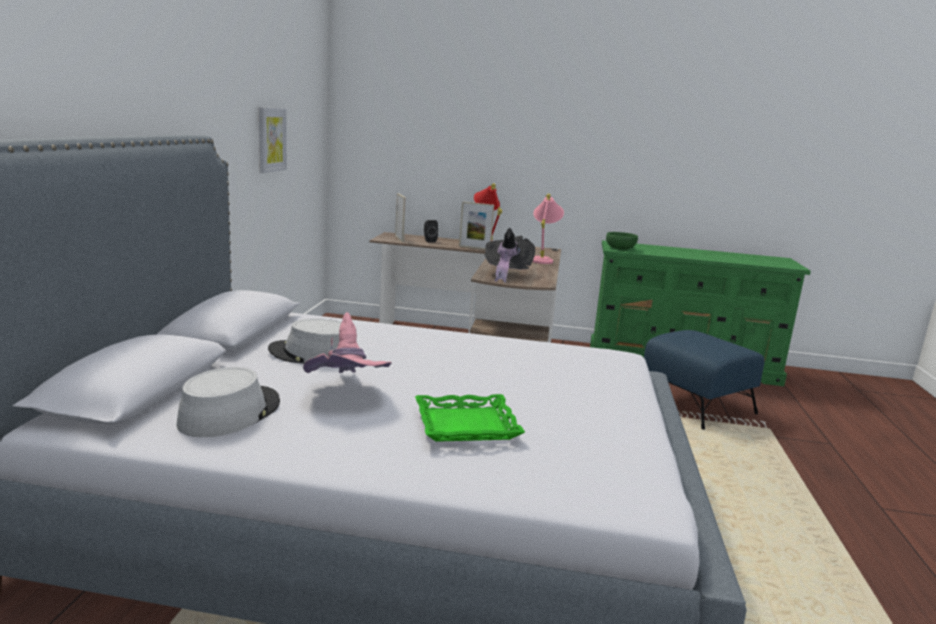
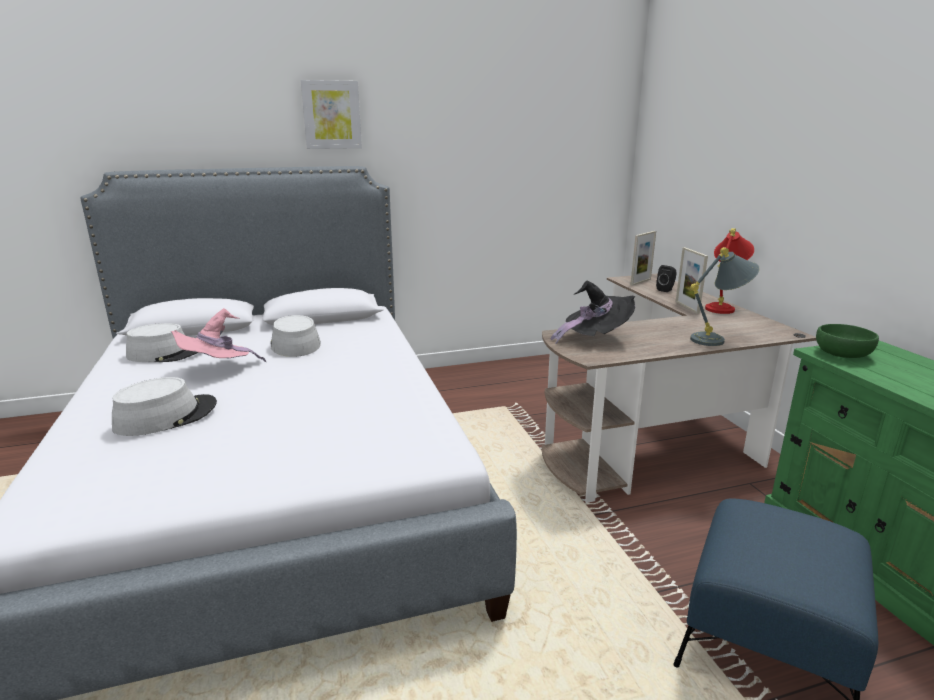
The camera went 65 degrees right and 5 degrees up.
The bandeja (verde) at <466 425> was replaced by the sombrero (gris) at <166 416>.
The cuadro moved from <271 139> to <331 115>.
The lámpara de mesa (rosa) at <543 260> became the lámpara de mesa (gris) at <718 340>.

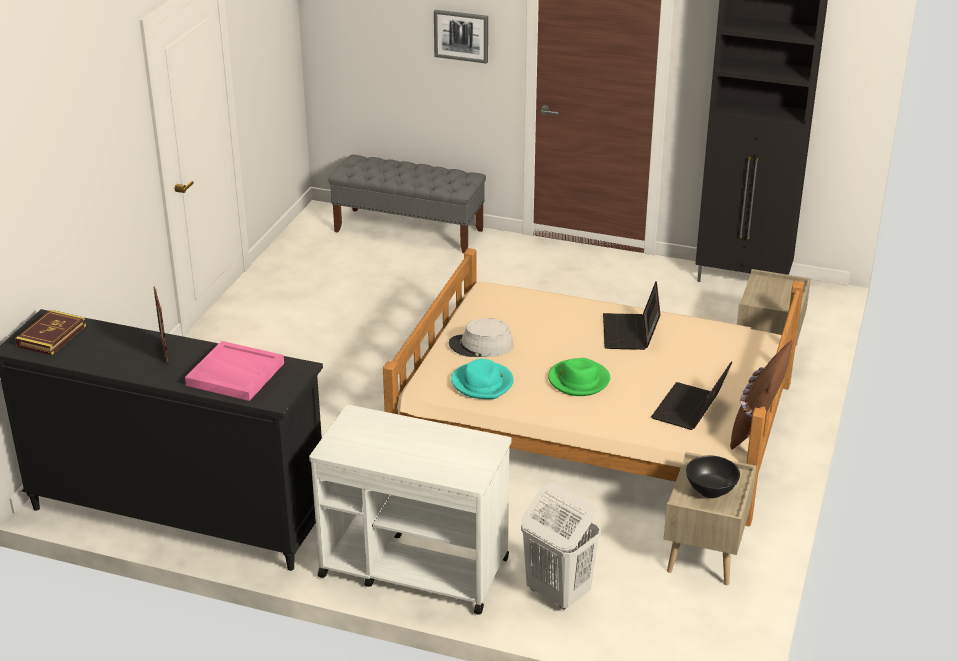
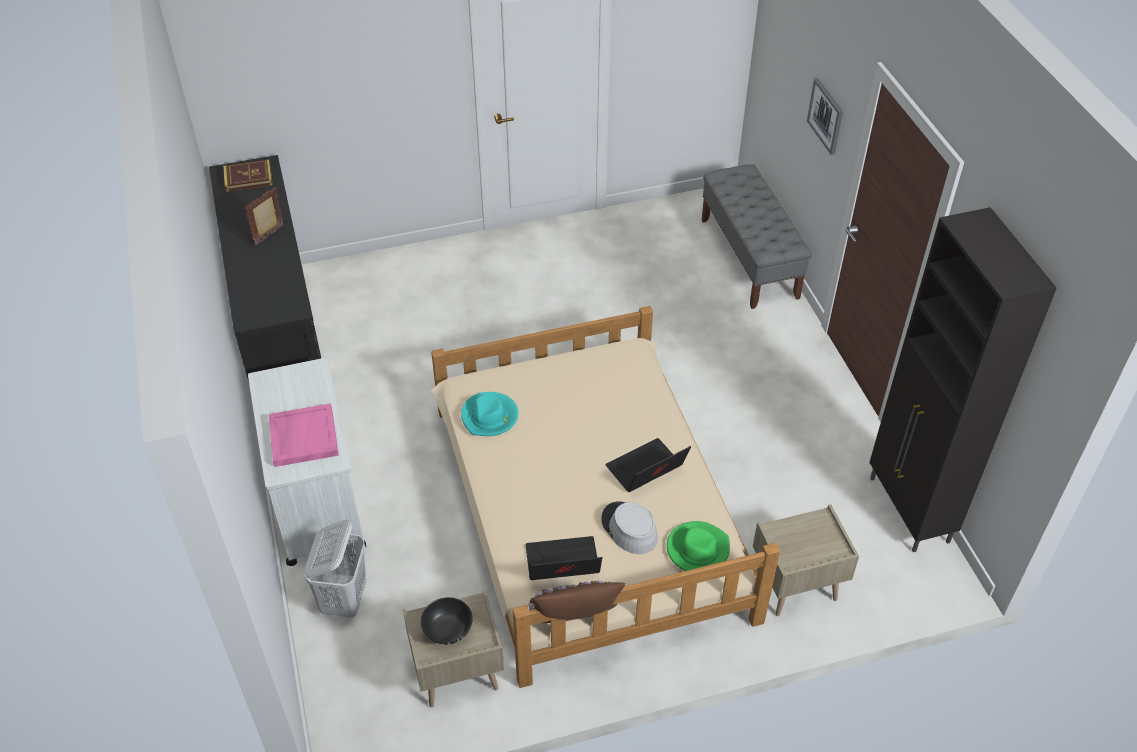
The camera went 55 degrees right and 15 degrees up.
The bandeja (rosa) moved from <234 374> to <303 437>.
The sombrero (gris) moved from <481 346> to <629 529>.
The sombrero (verde) moved from <578 380> to <697 549>.

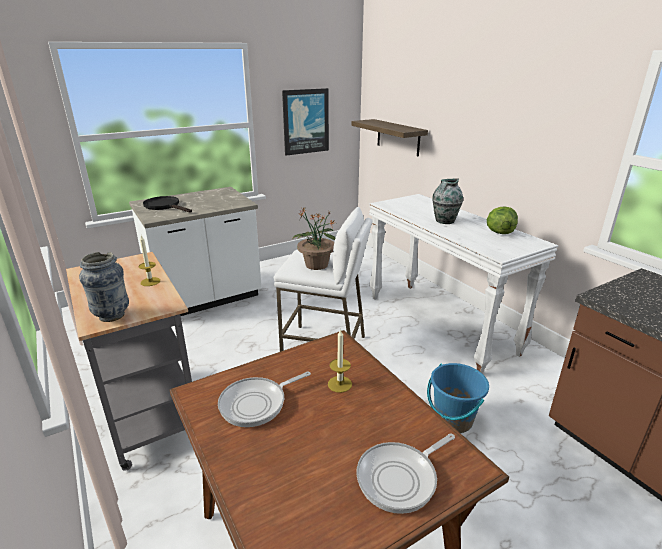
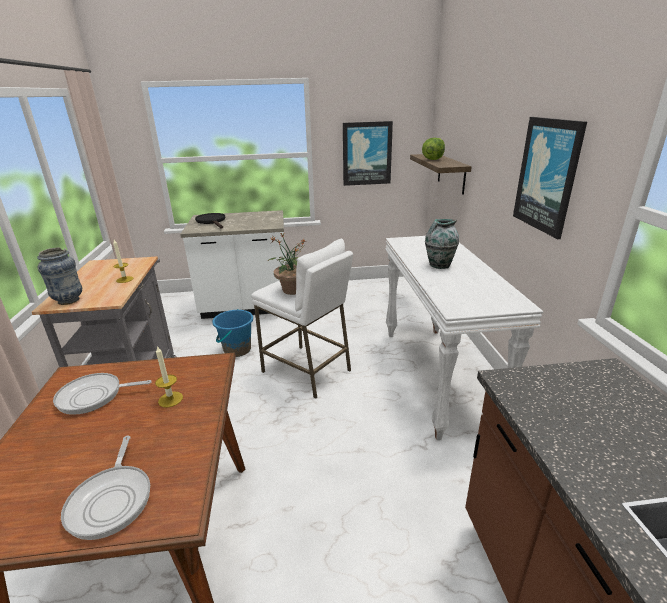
The camera went 25 degrees right and 0 degrees up.
The sartén at <400 478> turned 90 degrees counterclockwise.
The cubo (azul) moved from <453 420> to <237 350>.
The lechuga moved from <499 232> to <432 159>.
The cuadro at <547 175> appeared.

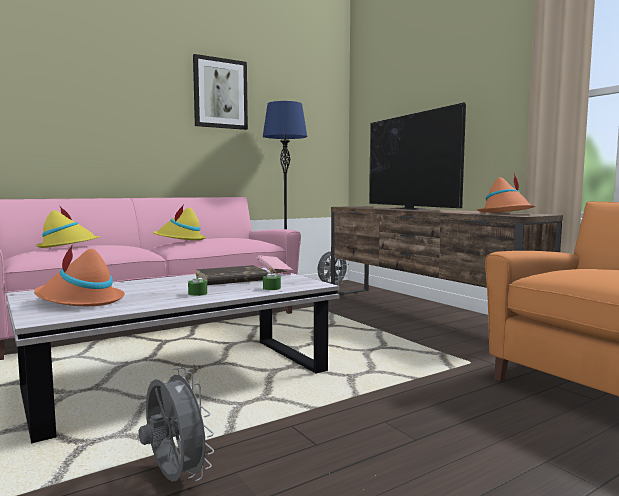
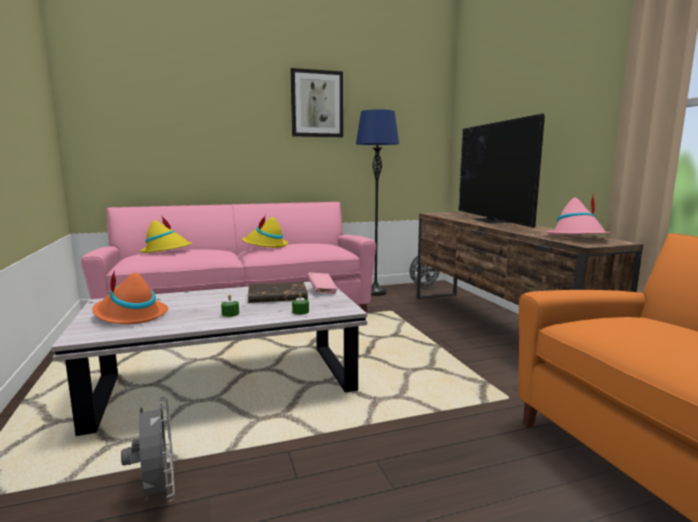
The camera went 15 degrees right and 5 degrees up.
The sombrero (naranja) at <505 213> became the sombrero (rosa) at <577 238>.

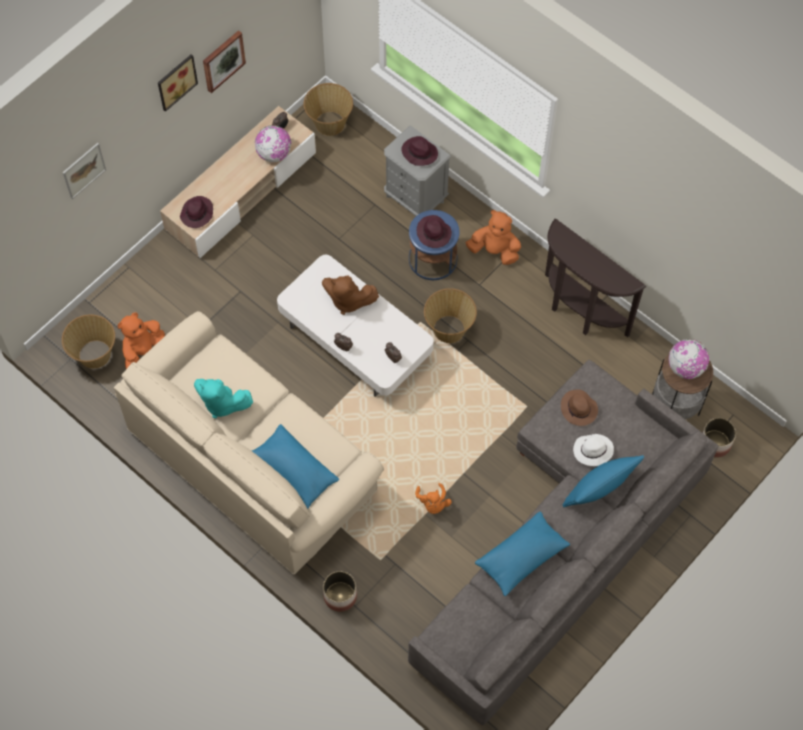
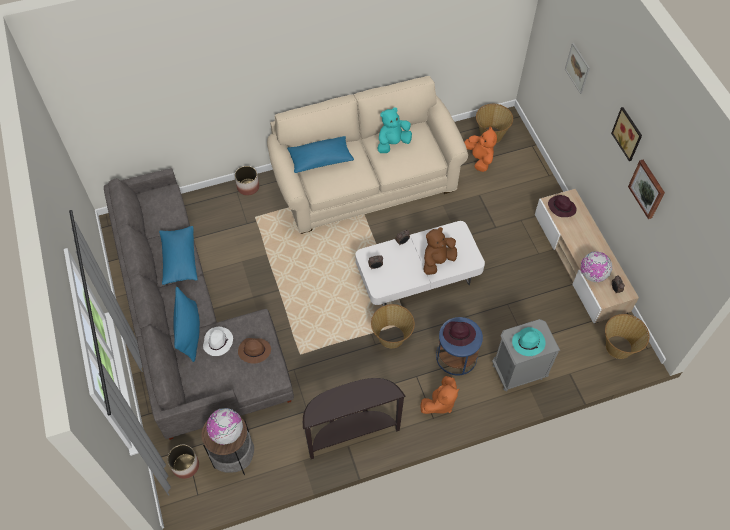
The camera went 120 degrees right and 5 degrees down.
The sombrero (morado) at <419 152> became the sombrero (turquesa) at <528 342>.
The peluche (naranja) at <433 503> disappeared.

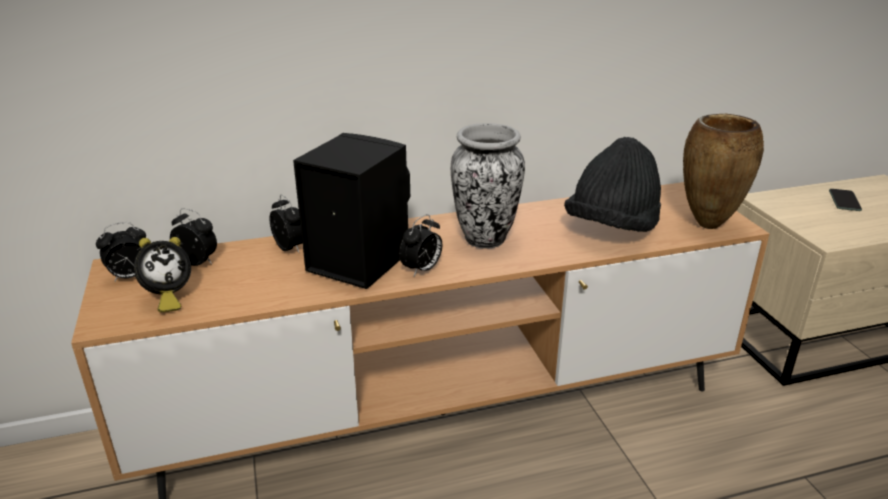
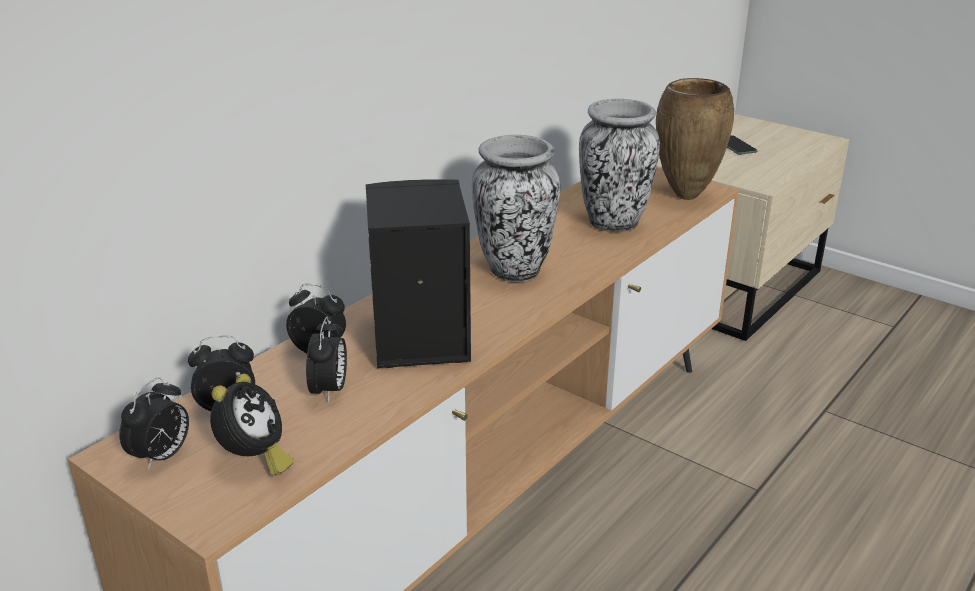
The camera went 35 degrees left and 0 degrees up.
The despertador moved from <422 270> to <329 391>.
The sombrero (negro) at <612 228> was replaced by the florero at <613 223>.

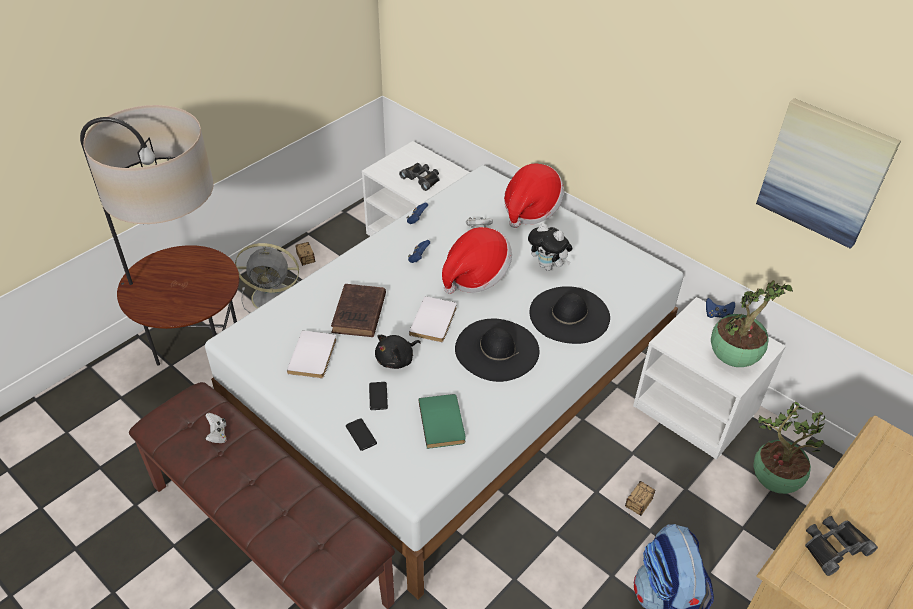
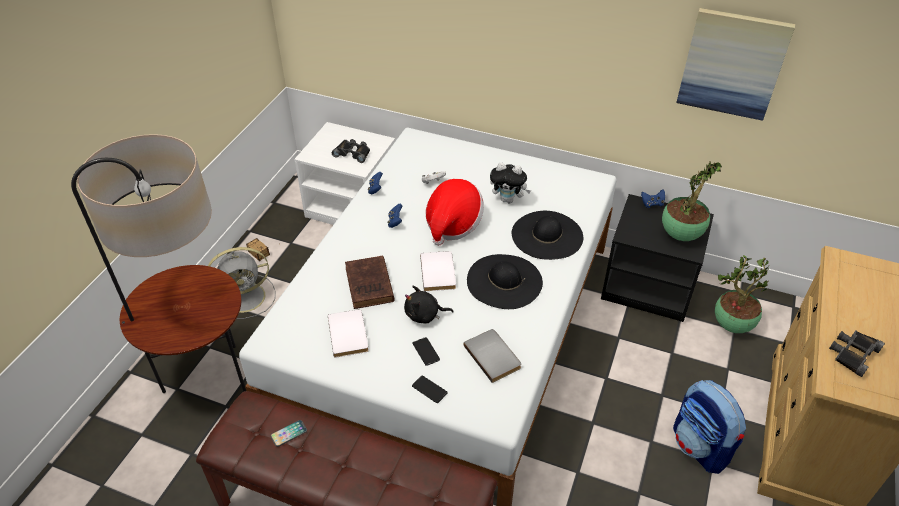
The camera went 20 degrees left and 0 degrees up.
The mando de consola (blanco) at <217 434> was replaced by the móvil at <289 433>.
The peluche (negro) at <397 359> turned 60 degrees clockwise.
The libro (verde) at <443 422> became the libro (gris) at <494 356>.
The mesita de noche (blanco) at <697 408> became the mesita de noche (negro) at <649 286>.
The sombrero at <530 210> disappeared.
The caja de almacenaje at <630 514> disappeared.

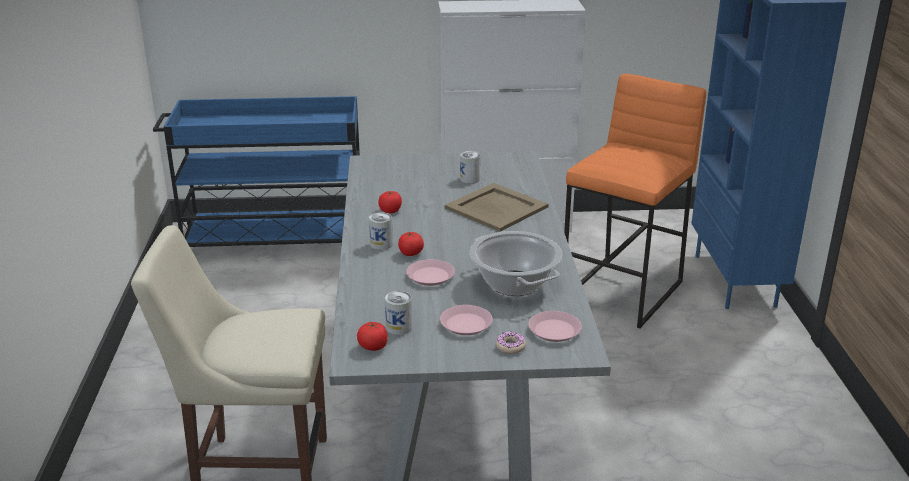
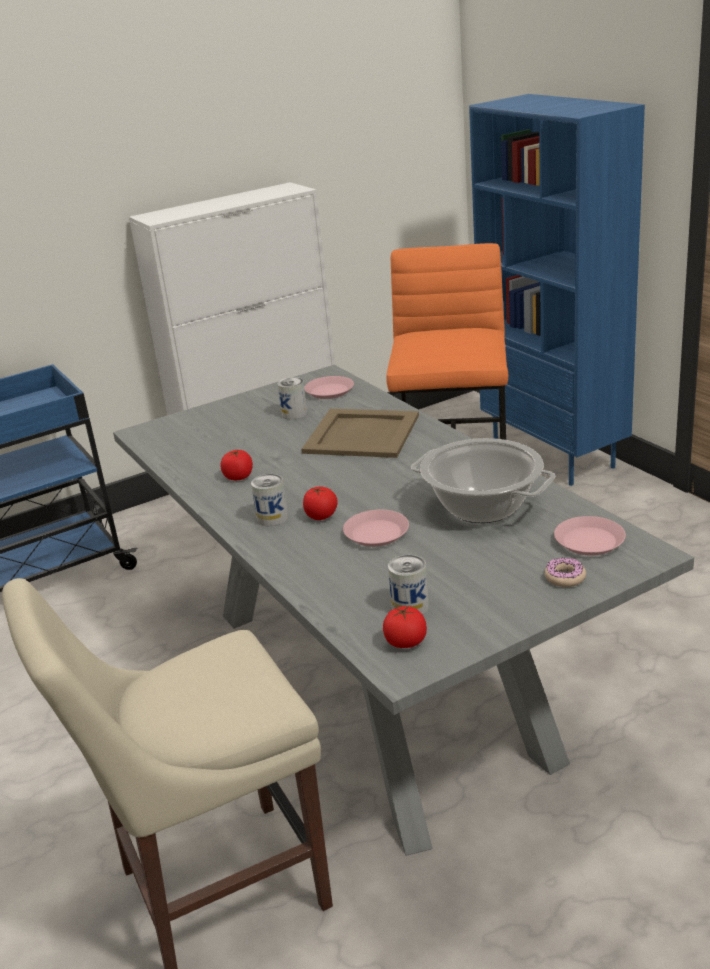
The camera went 25 degrees left and 0 degrees up.
The plato (rosa) moved from <466 324> to <329 391>.

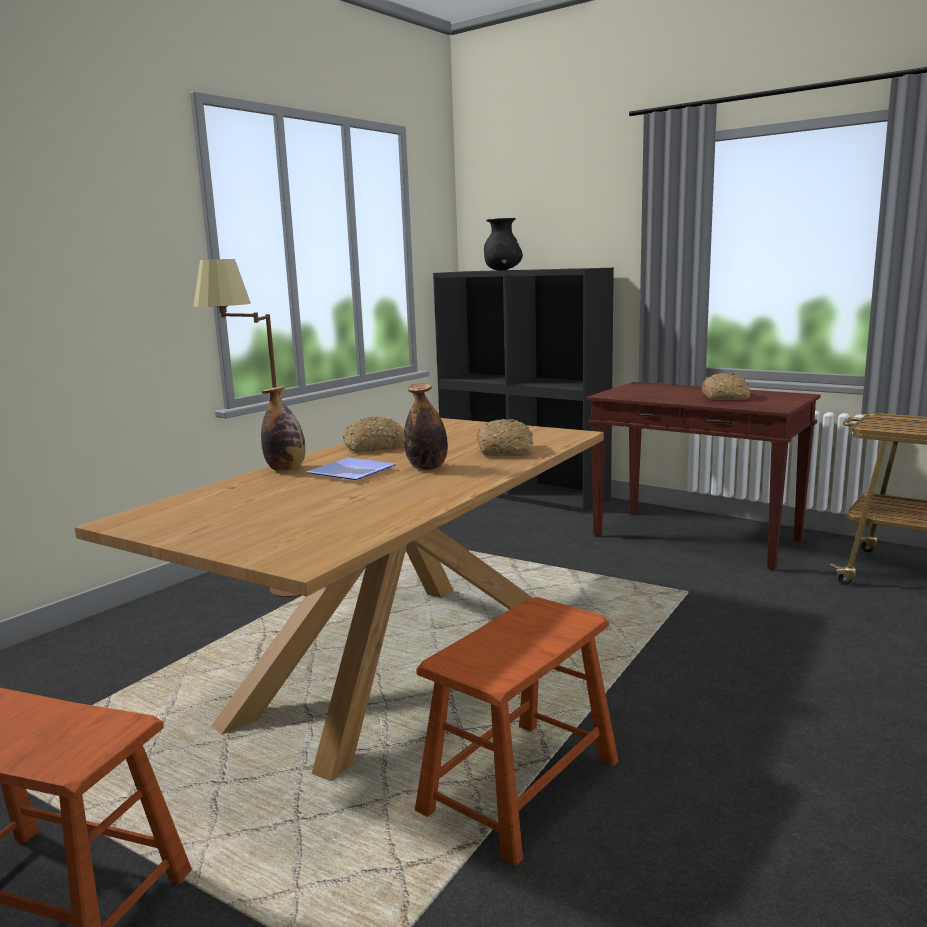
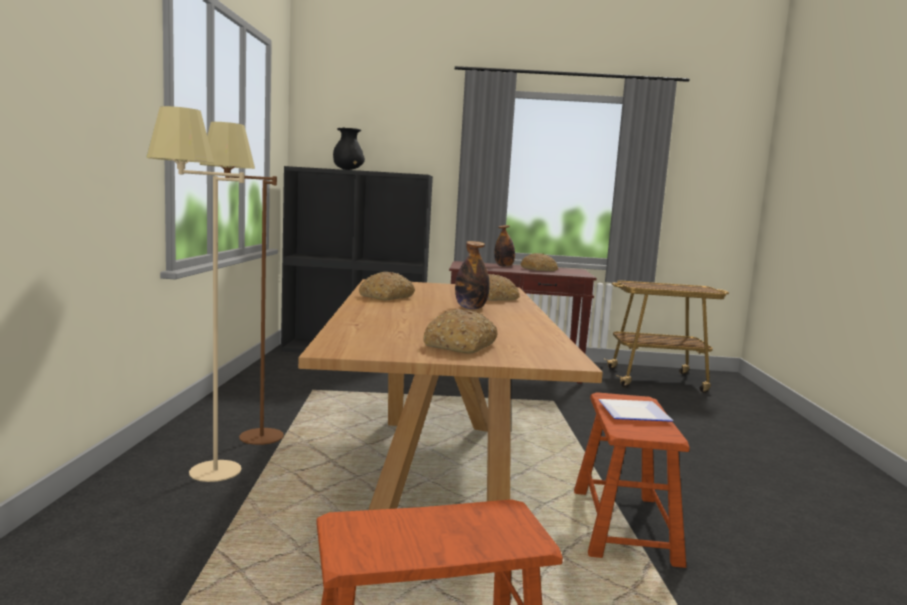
The camera went 35 degrees left and 5 degrees down.
The lámpara de pie (beis) at <200 480> appeared.
The pan at <460 346> appeared.
The botella moved from <286 469> to <504 266>.
The plato moved from <351 472> to <631 413>.

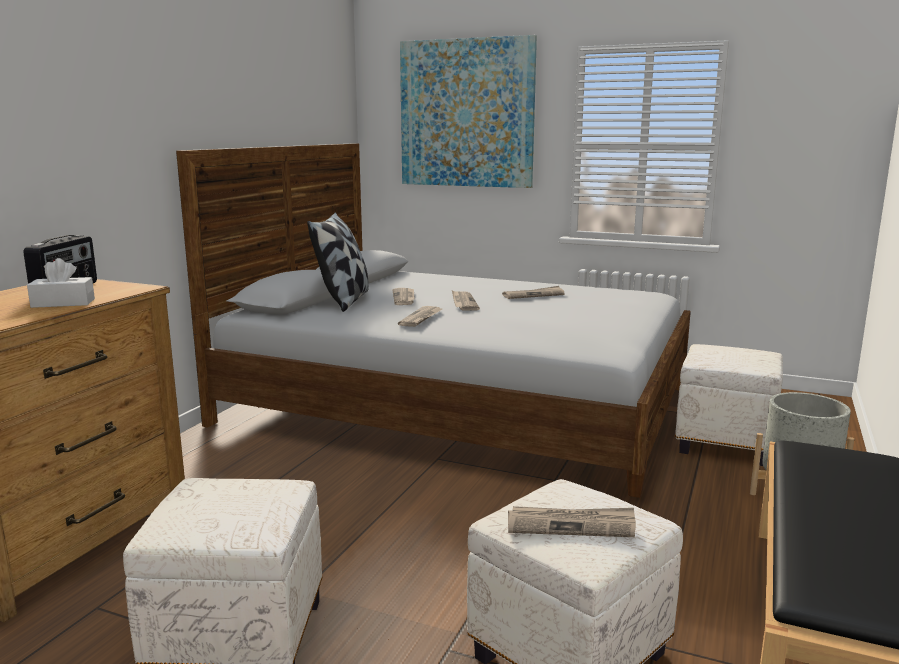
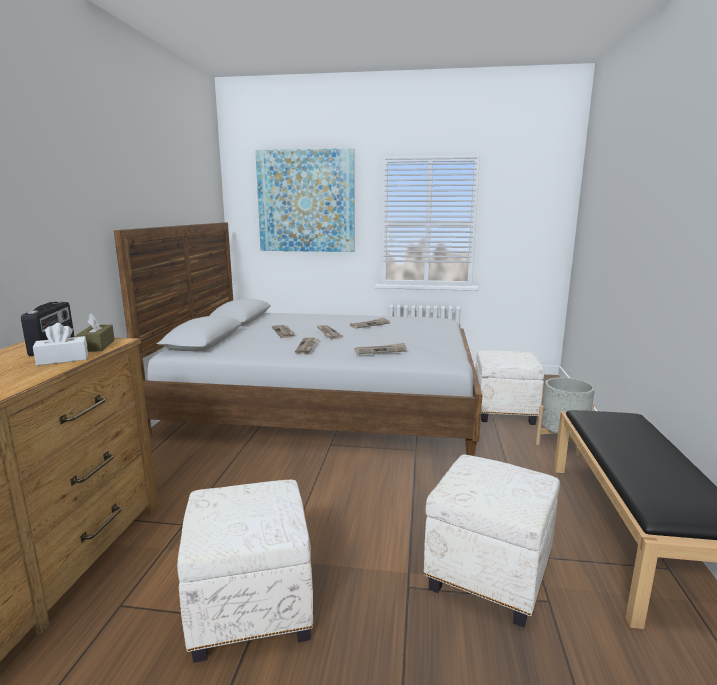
The camera went 15 degrees left and 0 degrees up.
The caja de pañuelos (marrón) at <97 346> appeared.
The periódico moved from <571 525> to <381 350>.
The cojín at <344 301> disappeared.

